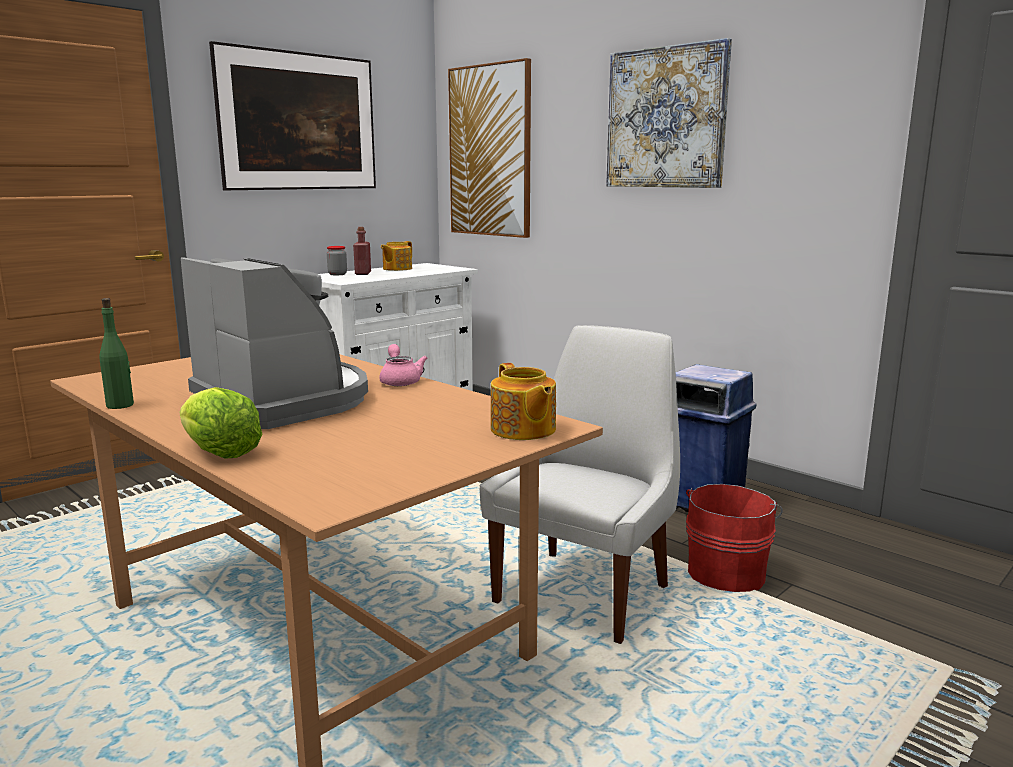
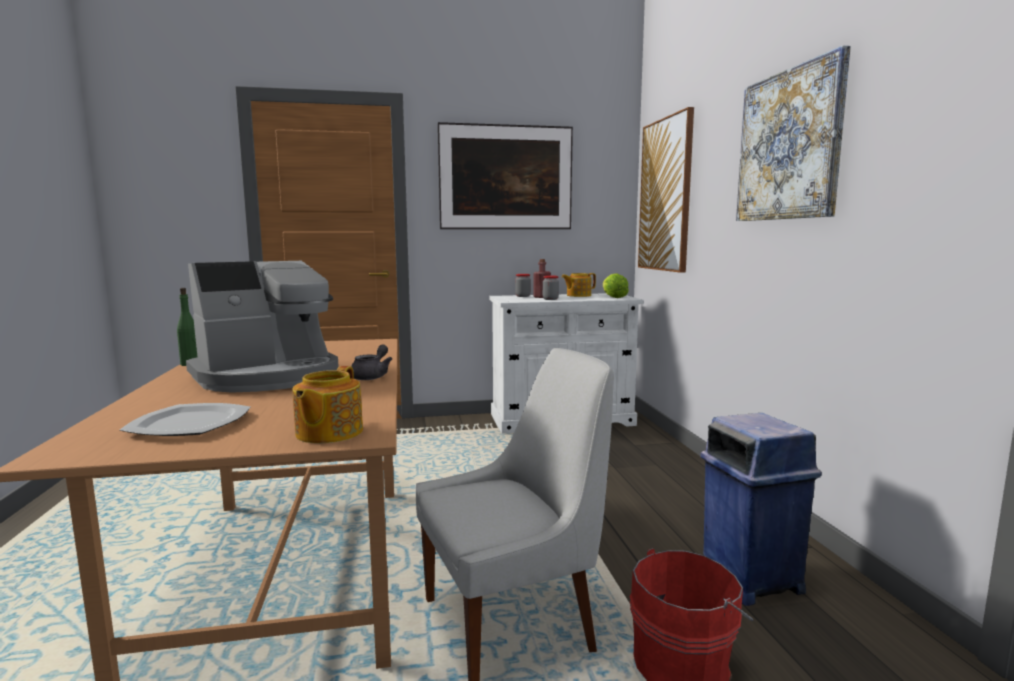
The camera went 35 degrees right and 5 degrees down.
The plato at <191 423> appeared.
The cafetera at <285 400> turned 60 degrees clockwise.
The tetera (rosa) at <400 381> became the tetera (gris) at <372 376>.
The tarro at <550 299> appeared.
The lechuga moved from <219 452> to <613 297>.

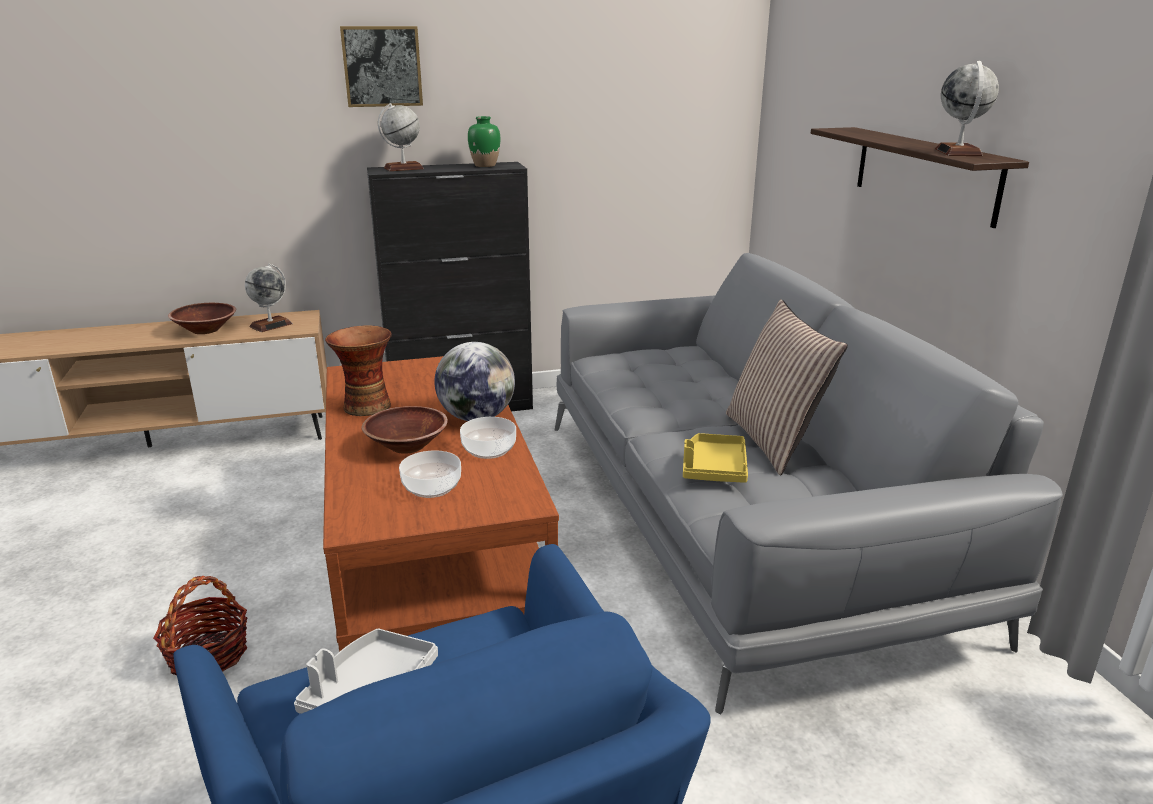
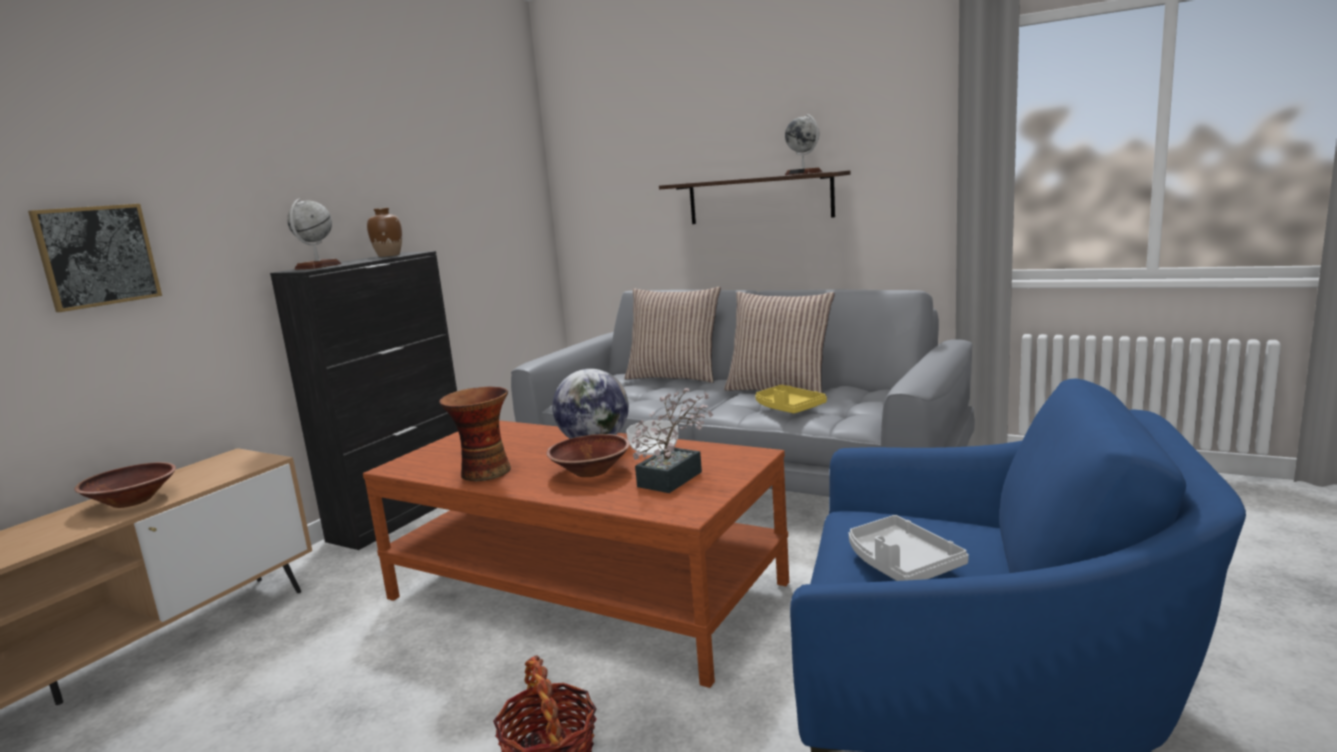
The camera went 45 degrees left and 10 degrees down.
The cuadro moved from <382 66> to <97 256>.
The florero (verde) at <485 165> became the florero (marrón) at <389 255>.
The cojín at <675 377> appeared.
The cuenco at <431 487> was replaced by the planta en maceta at <675 476>.
The globo terráqueo at <271 325> disappeared.

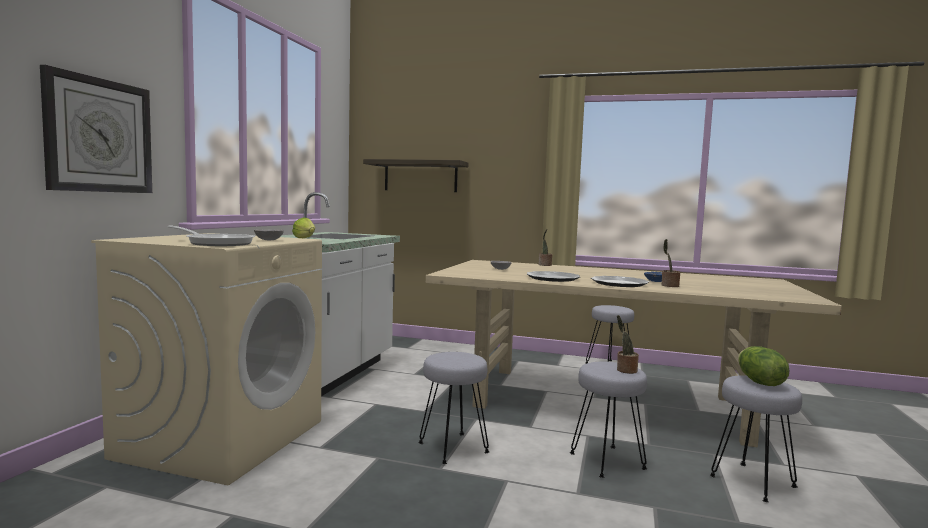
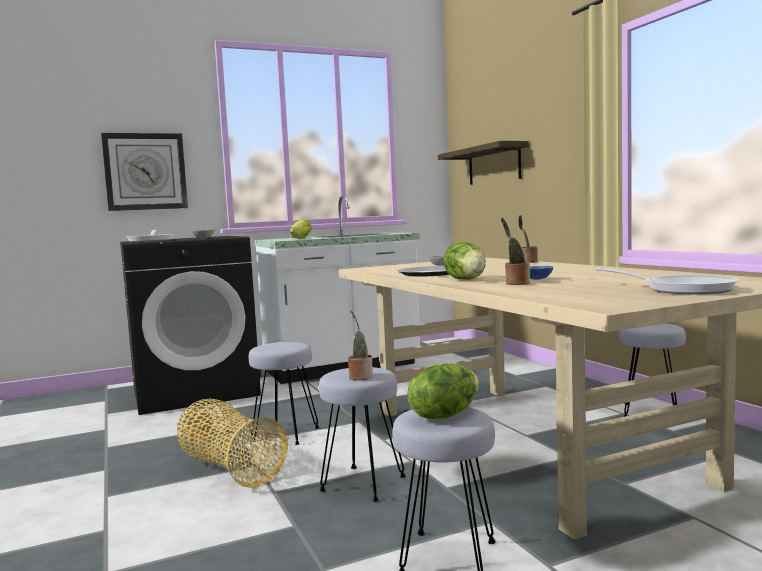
The camera went 50 degrees right and 0 degrees up.
The lavadora (beis) at <222 438> became the lavadora (negro) at <195 391>.
The cesta at <229 468> appeared.
The plato at <619 283> was replaced by the lechuga at <466 280>.
The sartén at <681 289> appeared.

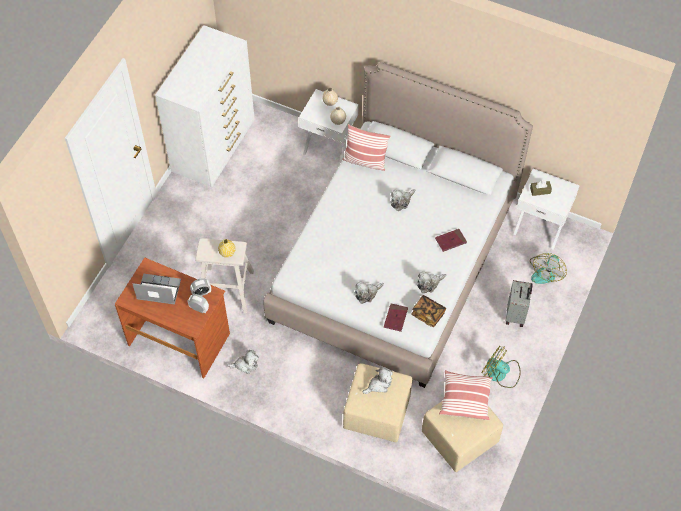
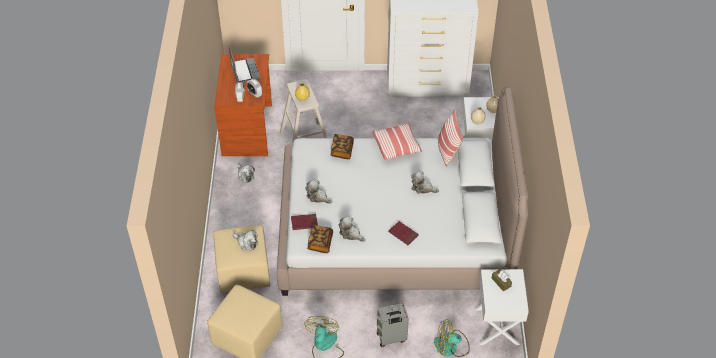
The camera went 65 degrees right and 10 degrees down.
The libro at <342 151> appeared.
The cojín moved from <465 399> to <396 146>.

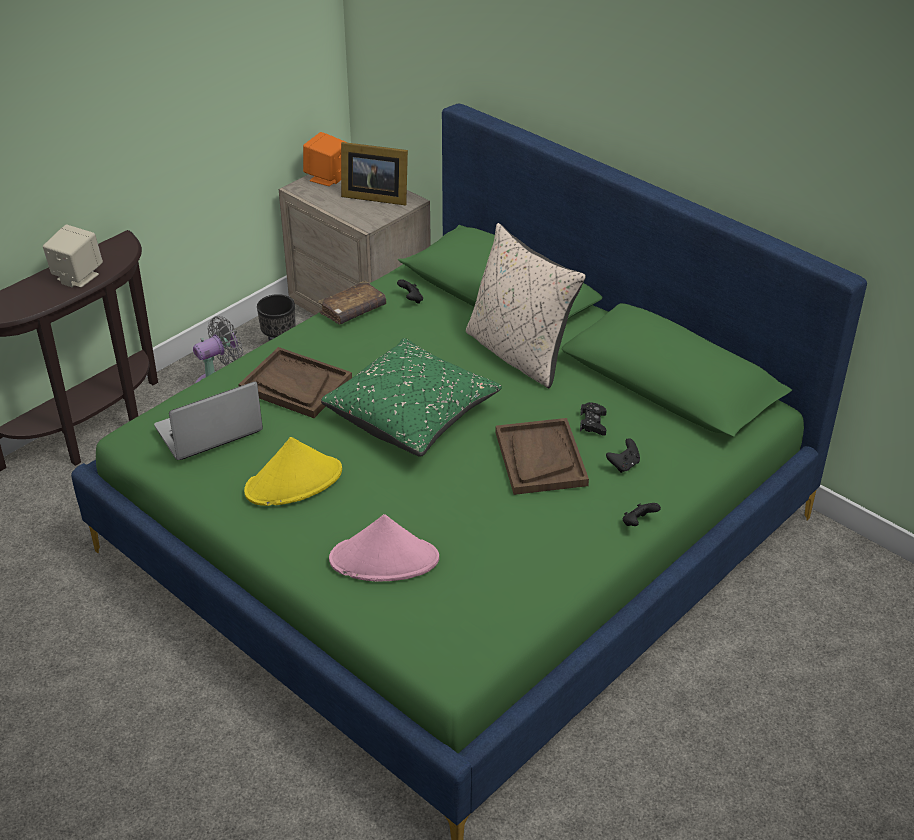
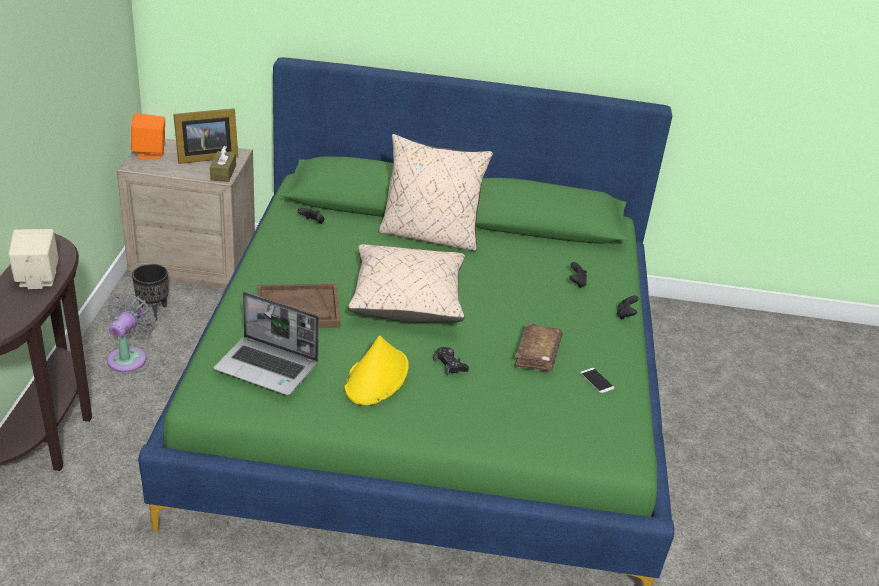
The camera went 40 degrees left and 5 degrees down.
The caja de pañuelos (marrón) at <223 173> appeared.
The portátil at <208 431> turned 90 degrees counterclockwise.
The cojín (verde) at <412 415> became the cojín (beis) at <407 300>.
The mando de consola (negro) moved from <593 423> to <450 365>.
The libro (marrón) moved from <353 310> to <537 354>.
The móvil at <596 381> appeared.
The sombrero (rosa) at <384 559> disappeared.
The bandeja (marrón) at <540 458> disappeared.

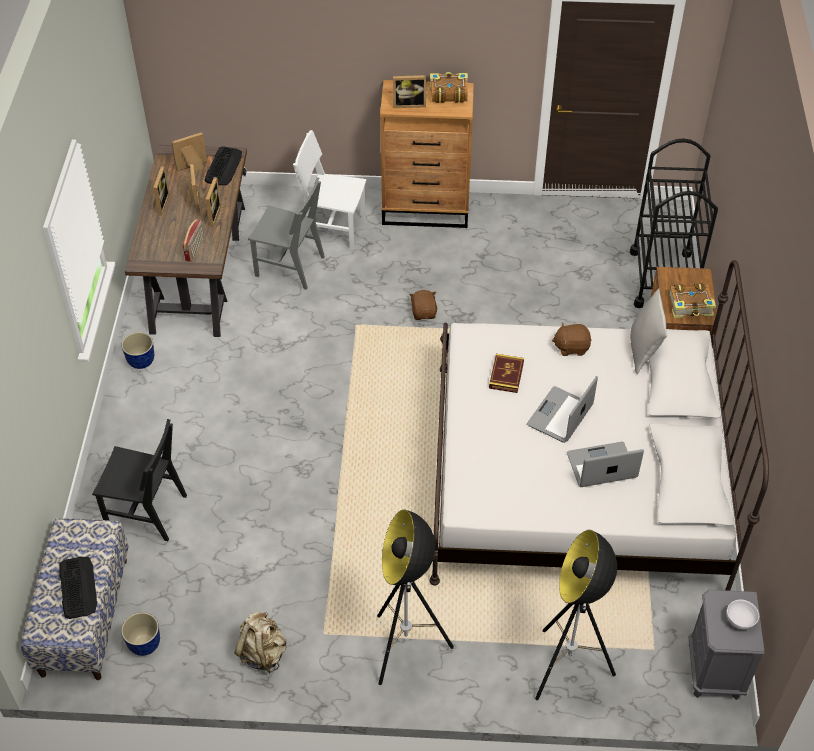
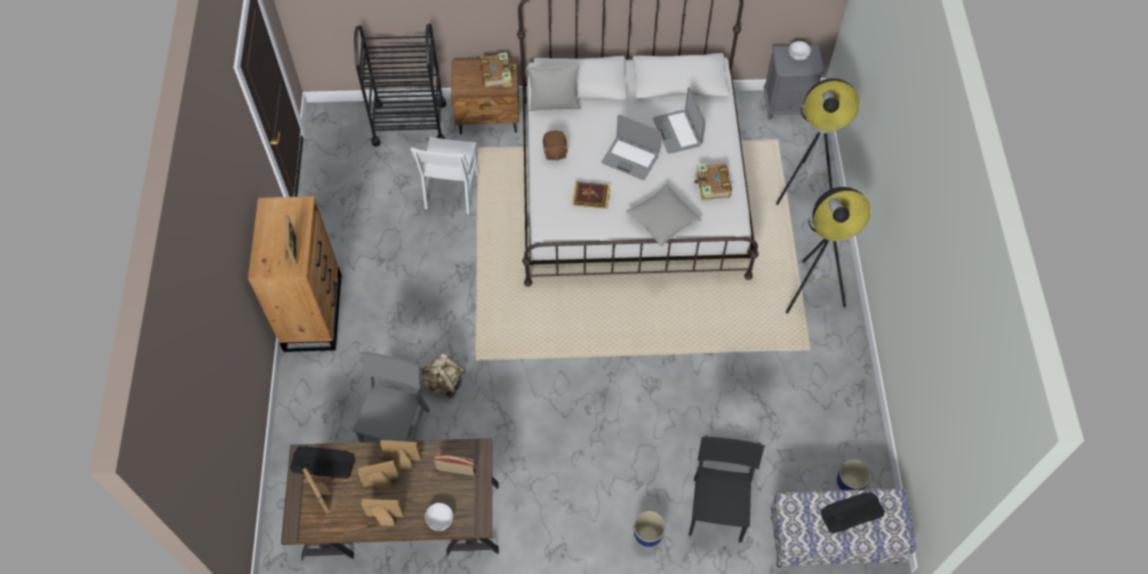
The camera went 95 degrees left and 10 degrees up.
The silla (blanco) moved from <333 228> to <451 190>.
The mochila (beis) moved from <263 652> to <444 383>.
The cuenco (blanco) at <440 519> appeared.
The cojín (gris) at <663 221> appeared.
The maceta moved from <141 361> to <647 534>.
The libro moved from <448 93> to <712 186>.
The peluche (marrón) at <424 312> disappeared.

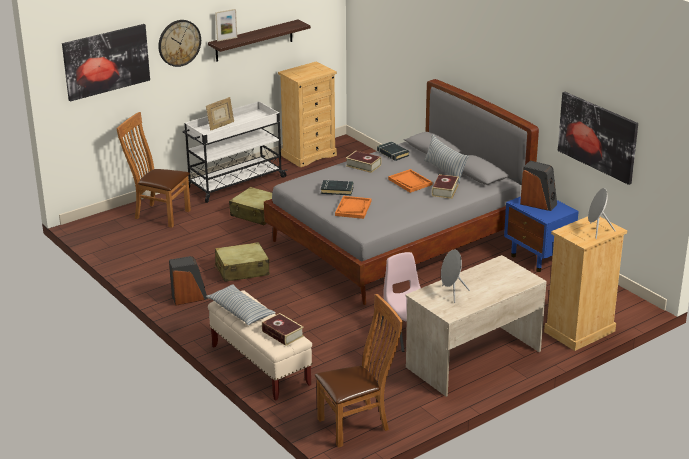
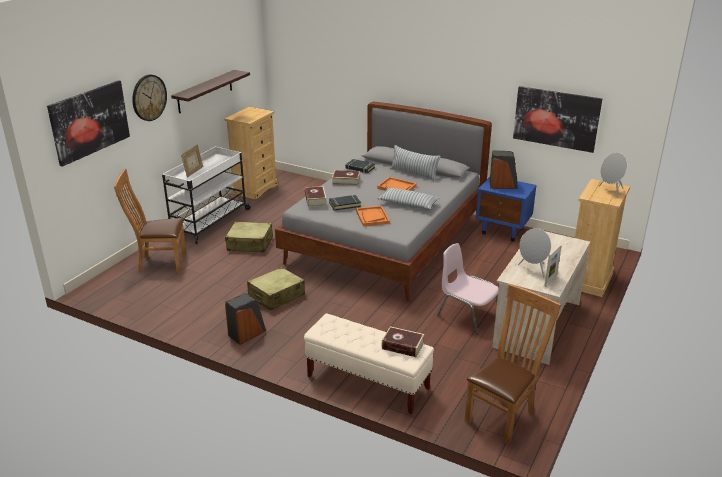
The camera went 25 degrees left and 0 degrees up.
The libro moved from <445 190> to <315 200>.
The cojín moved from <240 311> to <408 204>.
The portarretratos moved from <227 39> to <550 281>.

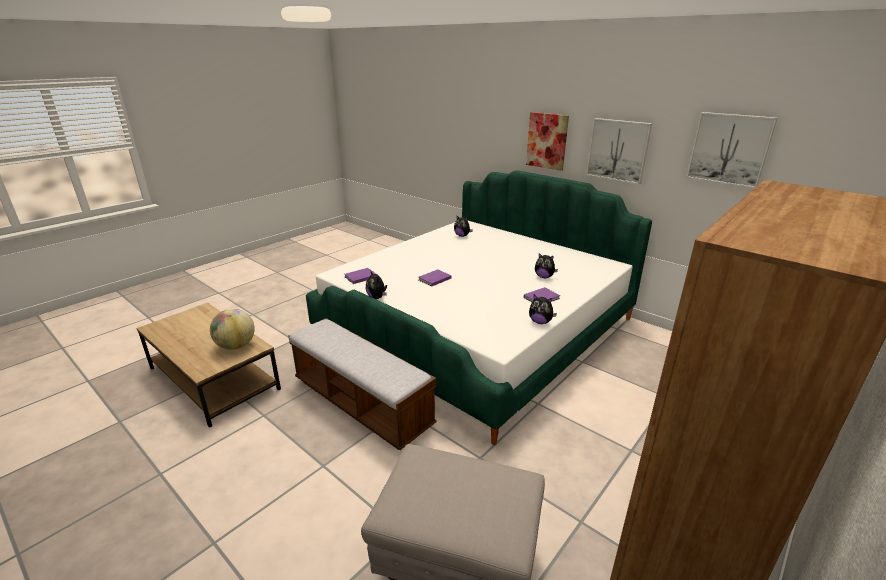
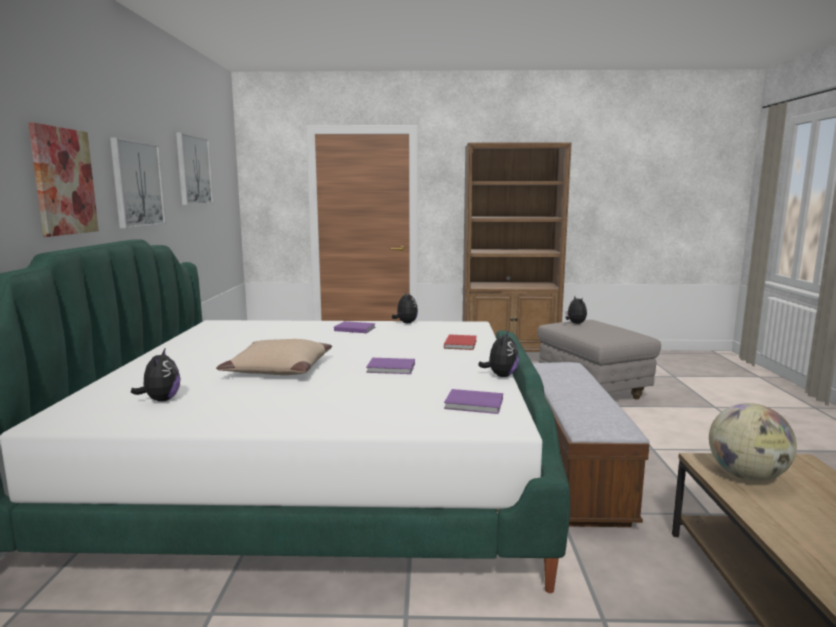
The camera went 130 degrees left and 15 degrees down.
The cojín (beis) at <278 369> appeared.
The libro (rojo) at <461 344> appeared.
The peluche moved from <544 277> to <575 323>.

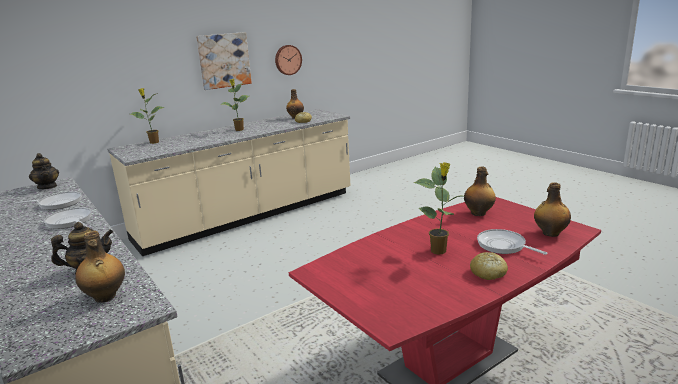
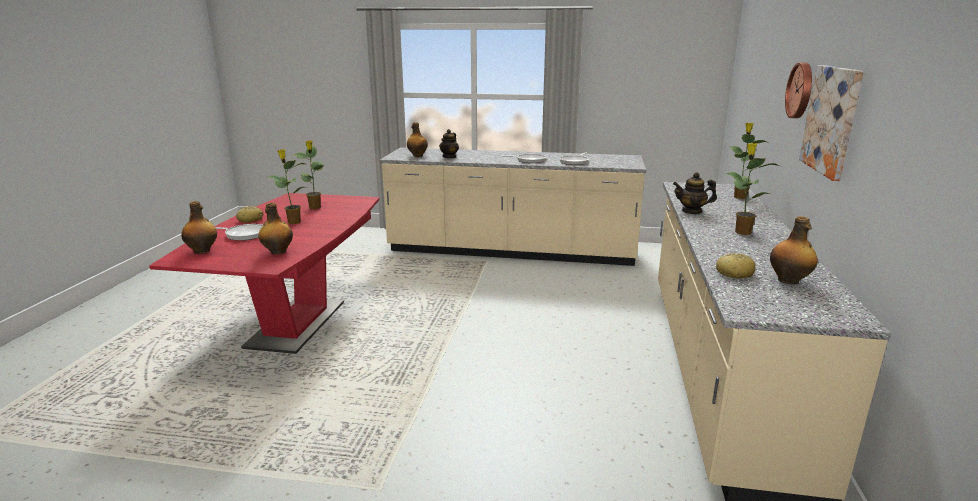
The camera went 135 degrees right and 0 degrees up.
The planta en maceta at <315 208> appeared.
The tetera moved from <47 187> to <692 211>.
The reloj de pared moved from <287 60> to <801 90>.

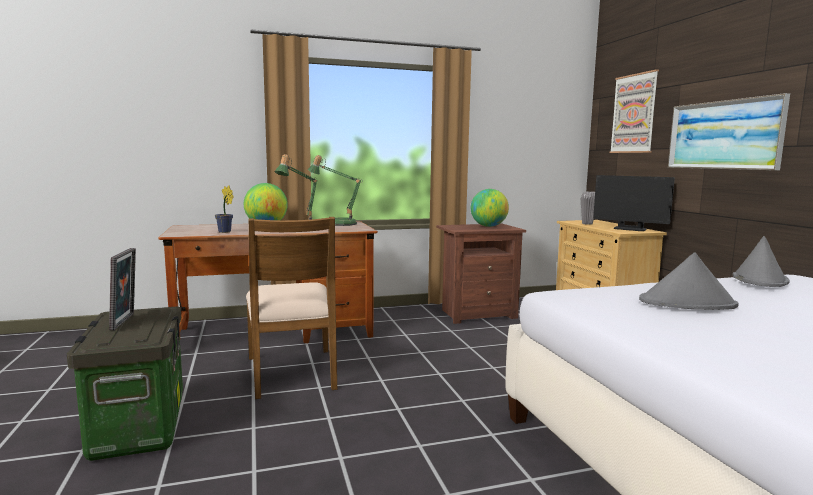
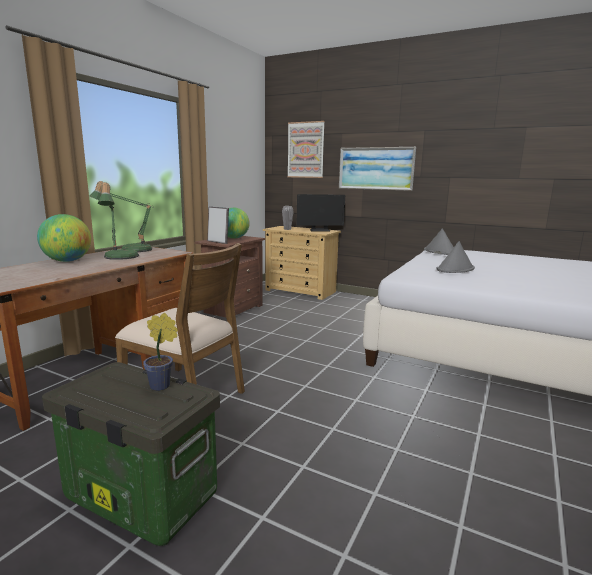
The camera went 45 degrees left and 5 degrees up.
The planta en maceta moved from <225 232> to <163 386>.
The portarretratos moved from <125 321> to <218 242>.

